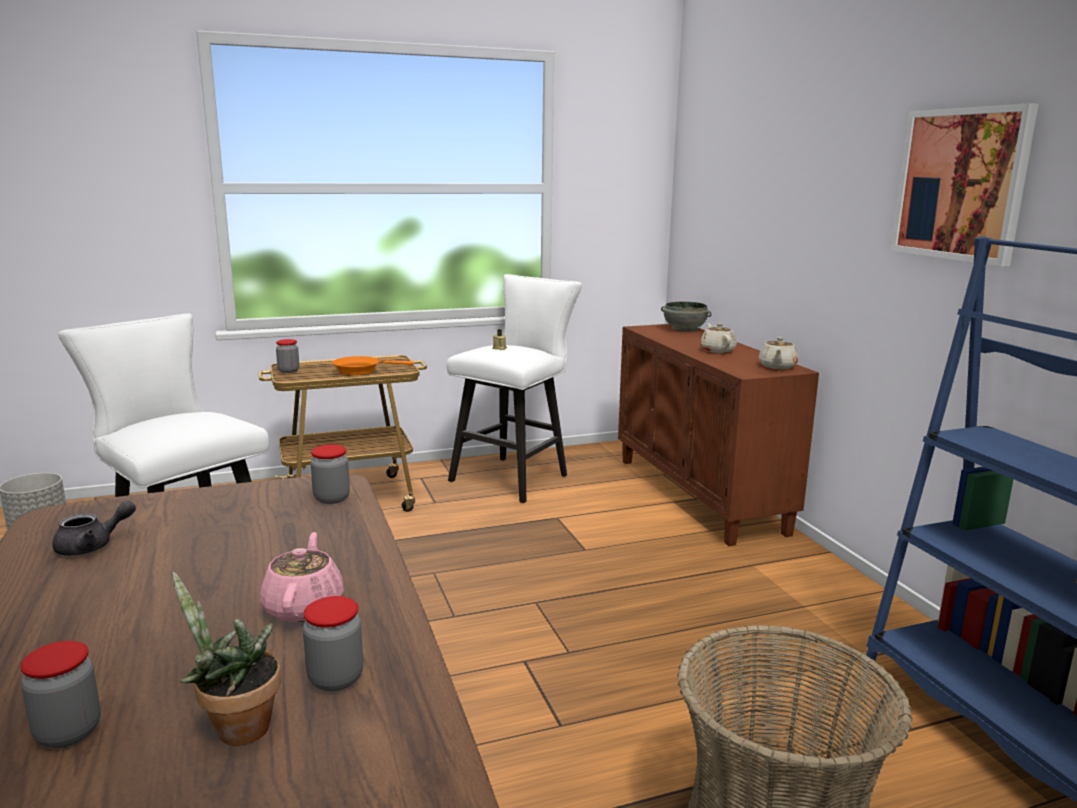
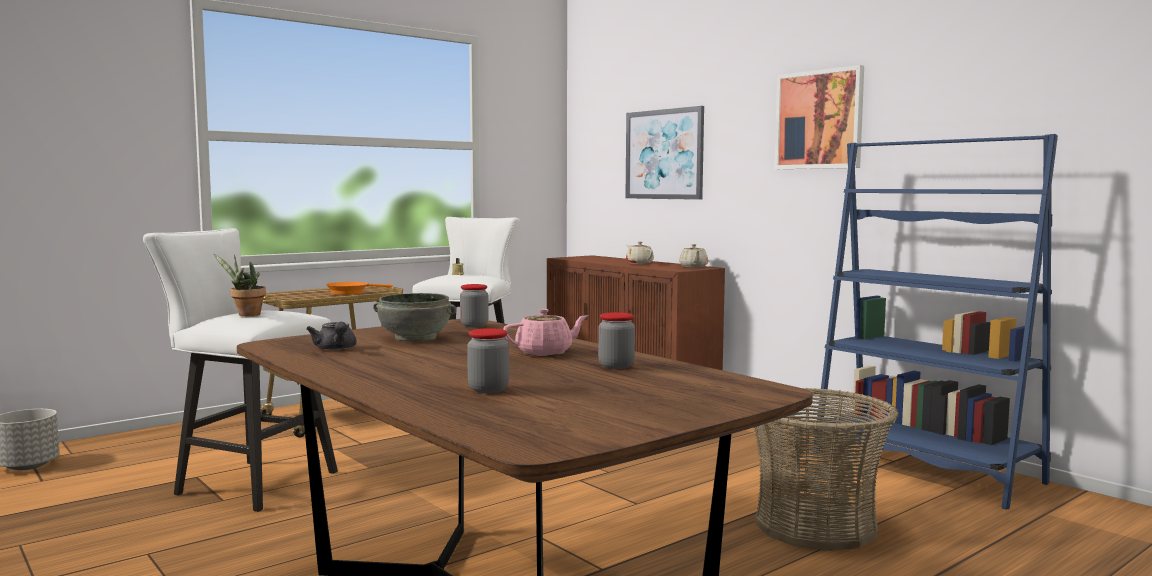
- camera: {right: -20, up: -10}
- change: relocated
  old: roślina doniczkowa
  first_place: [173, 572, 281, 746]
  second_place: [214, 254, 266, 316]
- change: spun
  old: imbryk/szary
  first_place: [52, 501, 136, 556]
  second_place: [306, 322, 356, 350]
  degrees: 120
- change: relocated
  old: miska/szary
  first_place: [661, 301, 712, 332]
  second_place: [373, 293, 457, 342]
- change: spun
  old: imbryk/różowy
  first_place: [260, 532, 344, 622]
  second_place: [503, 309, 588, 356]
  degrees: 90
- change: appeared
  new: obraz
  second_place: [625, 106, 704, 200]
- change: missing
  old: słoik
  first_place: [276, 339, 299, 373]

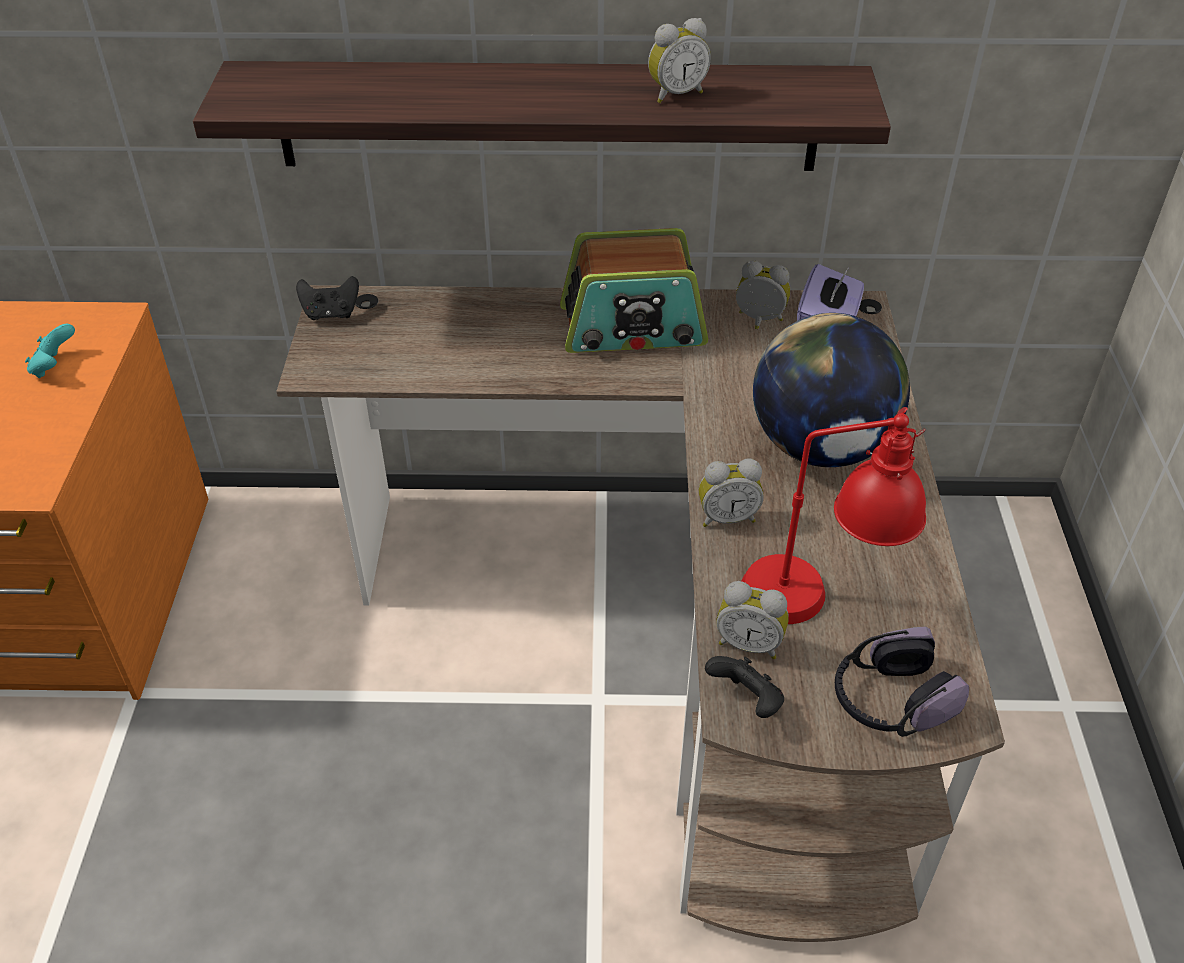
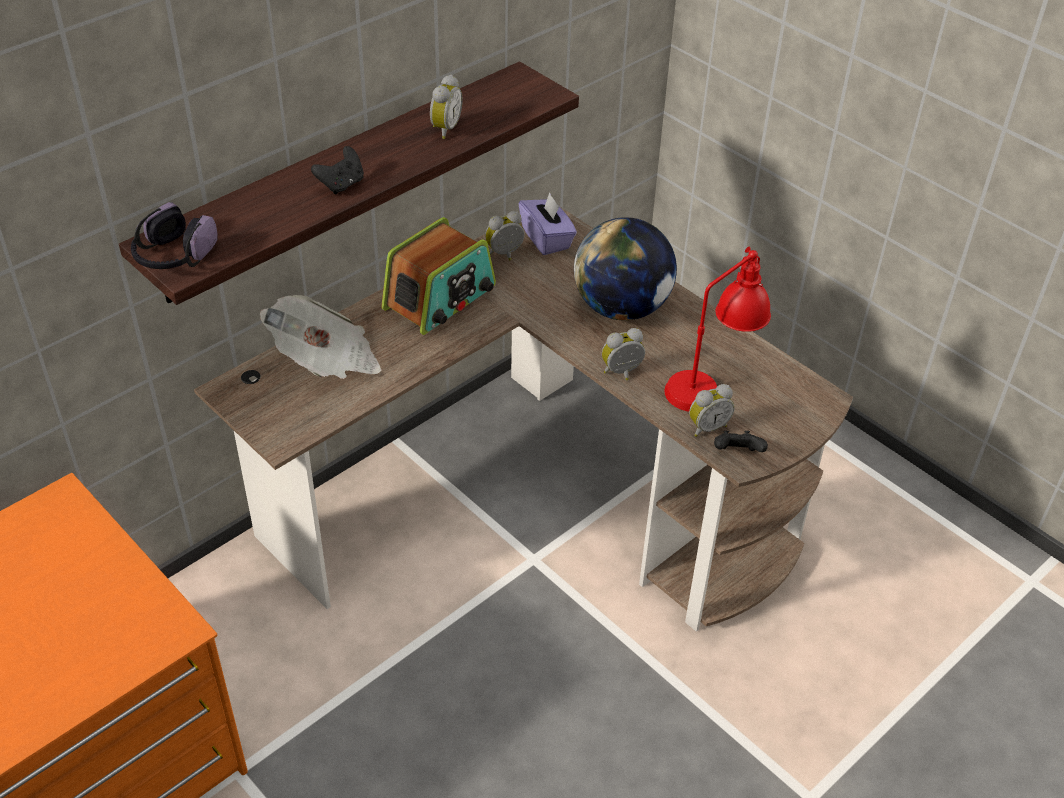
- camera: {right: -45, up: 0}
- change: relocated
  old: słuchawki
  first_place: [835, 626, 969, 737]
  second_place: [131, 202, 218, 269]
- change: appeared
  new: gazeta
  second_place: [260, 295, 382, 379]
- change: relocated
  old: pad do gier/czarny
  first_place: [296, 276, 359, 320]
  second_place: [311, 146, 364, 195]
- change: spun
  old: budzik
  first_place: [699, 458, 764, 527]
  second_place: [602, 328, 645, 381]
  degrees: -150
- change: missing
  old: pad do gier/turkusowy
  first_place: [25, 324, 75, 378]

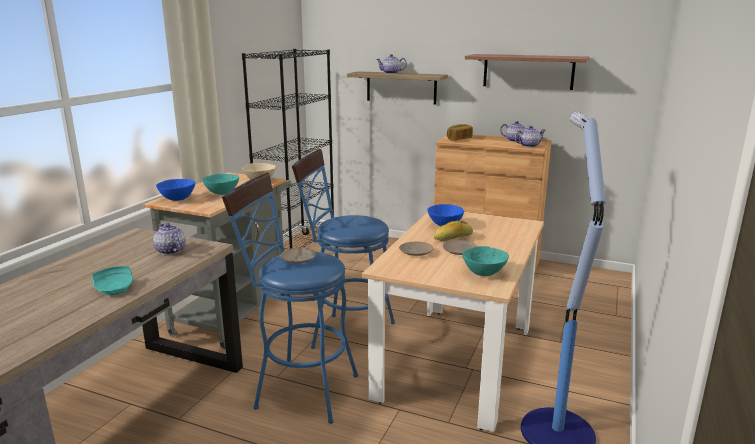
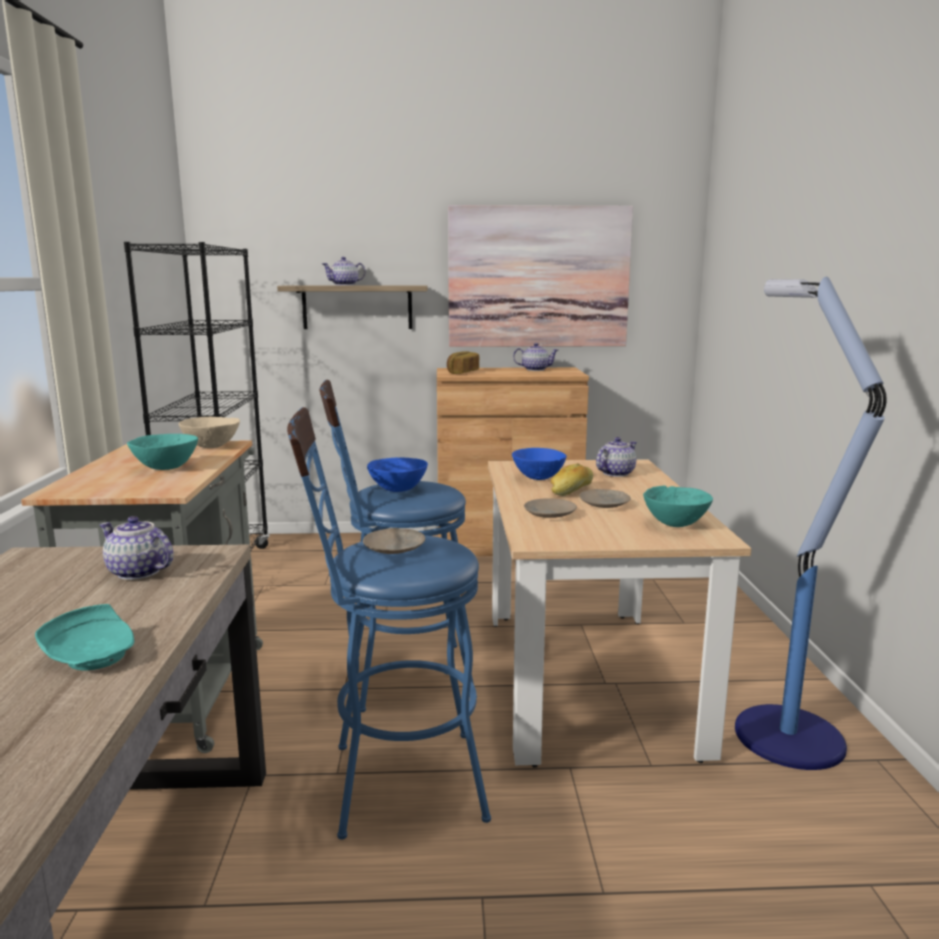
- camera: {right: -25, up: -5}
- change: relocated
  old: miska/niebieski
  first_place: [156, 179, 195, 201]
  second_place: [367, 458, 428, 492]
- change: exchanged
  old: półka
  new: obraz
  first_place: [465, 54, 589, 90]
  second_place: [448, 205, 633, 347]
- change: relocated
  old: imbryk
  first_place: [514, 126, 545, 147]
  second_place: [596, 437, 637, 477]

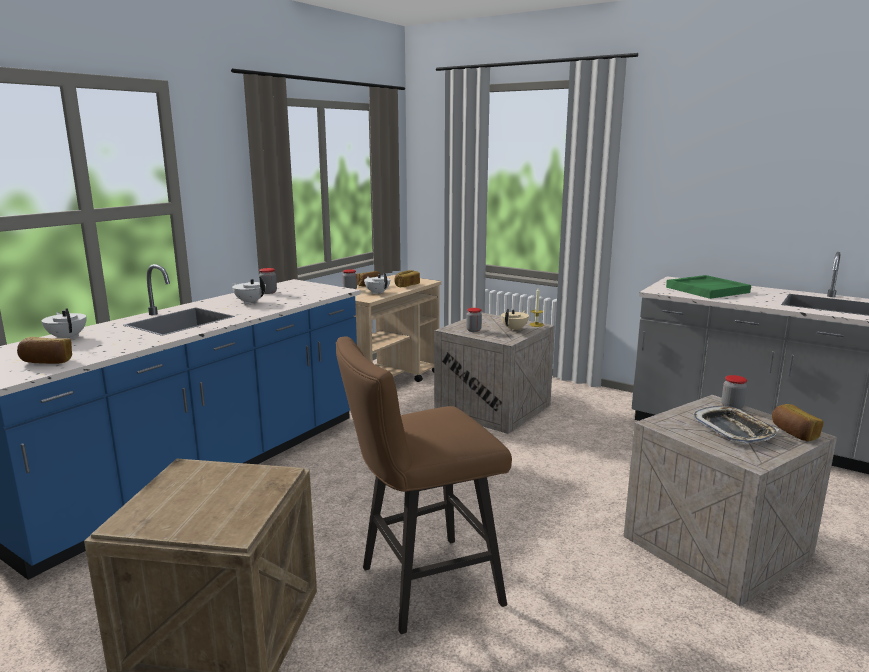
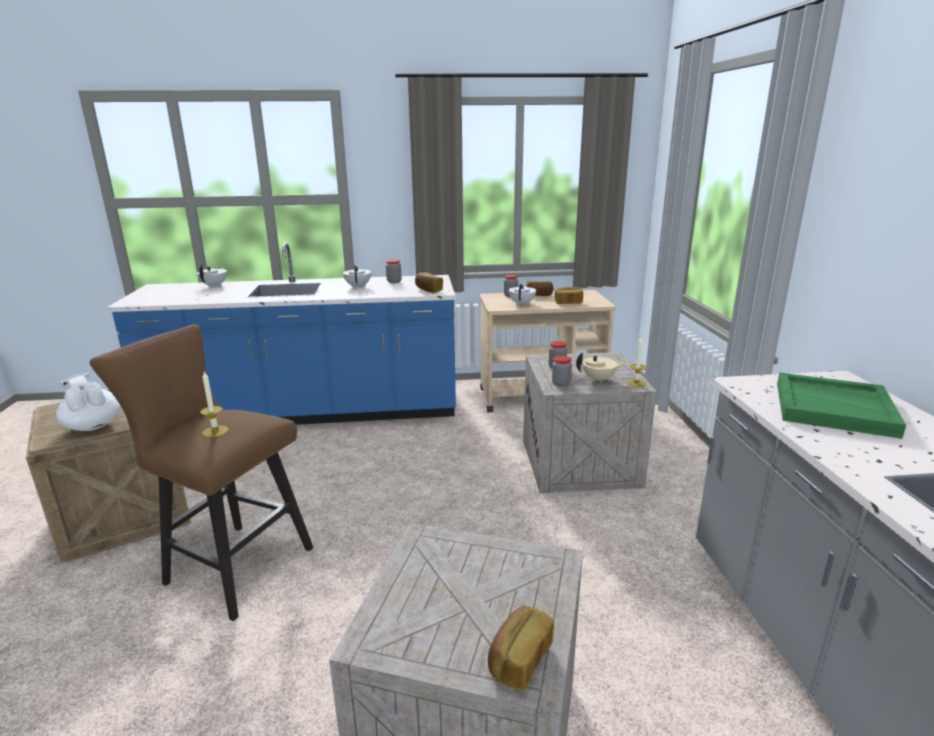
- camera: {right: 50, up: 5}
- change: appeared
  new: imbryk/biały
  second_place: [56, 372, 121, 431]
- change: appeared
  new: świeca
  second_place: [200, 372, 229, 438]
- change: relocated
  old: chleb
  first_place: [17, 337, 72, 364]
  second_place: [415, 272, 443, 293]
- change: relocated
  old: słoik
  first_place: [721, 375, 747, 409]
  second_place: [552, 356, 572, 387]
- change: missing
  old: taca
  first_place: [692, 406, 779, 444]

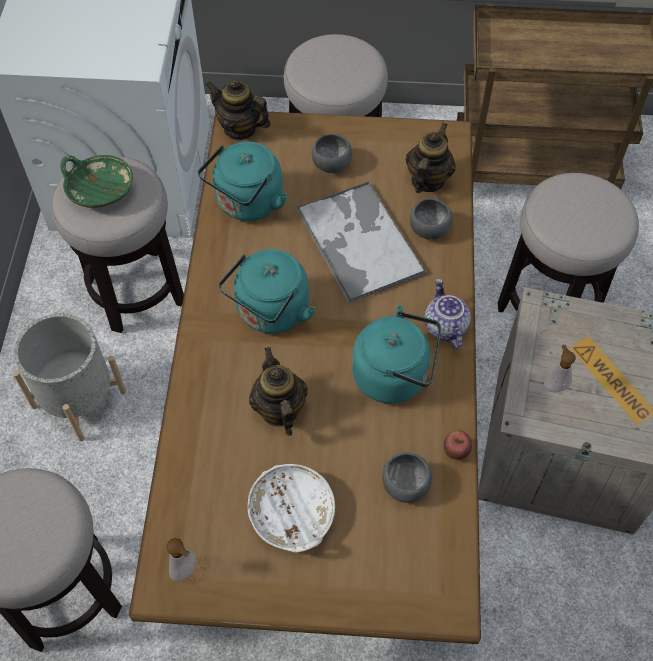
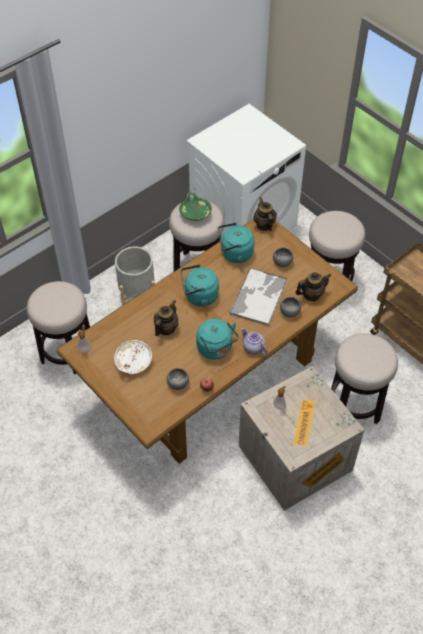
- camera: {right: 45, up: -5}
- change: spun
  old: imbryk
  first_place: [424, 278, 471, 349]
  second_place: [241, 328, 268, 355]
  degrees: -75

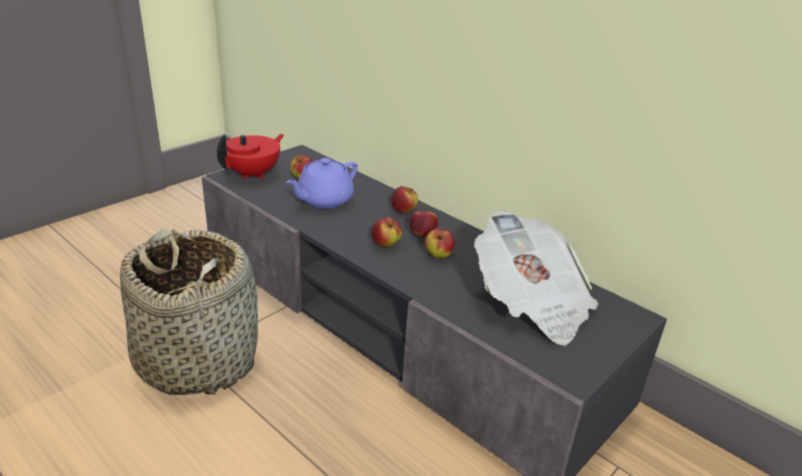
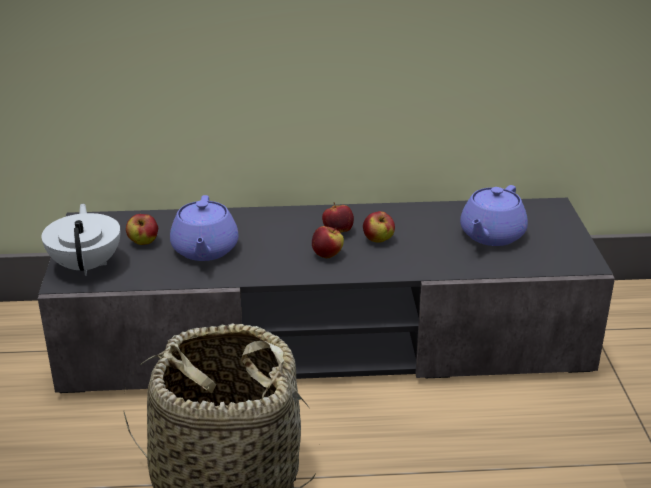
- camera: {right: -45, up: 0}
- change: colour
  old: imbryk/czerwony
  new: imbryk/biały
  first_place: [217, 134, 284, 179]
  second_place: [41, 204, 121, 276]
- change: exchanged
  old: gazeta
  new: imbryk/fioletowy
  first_place: [474, 211, 598, 346]
  second_place: [460, 185, 528, 246]
- change: missing
  old: jabłko
  first_place: [391, 186, 418, 213]

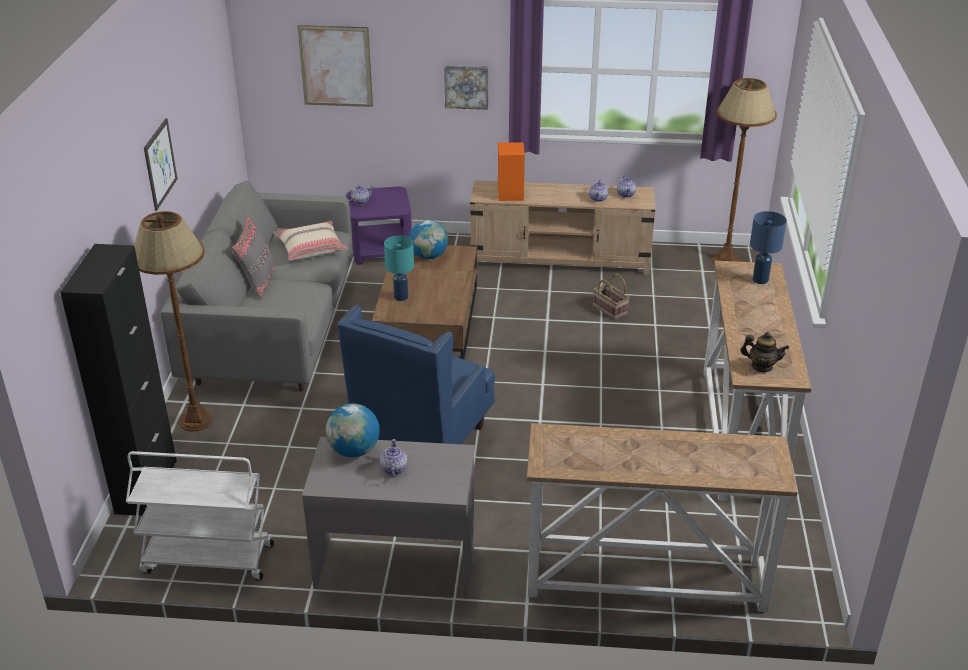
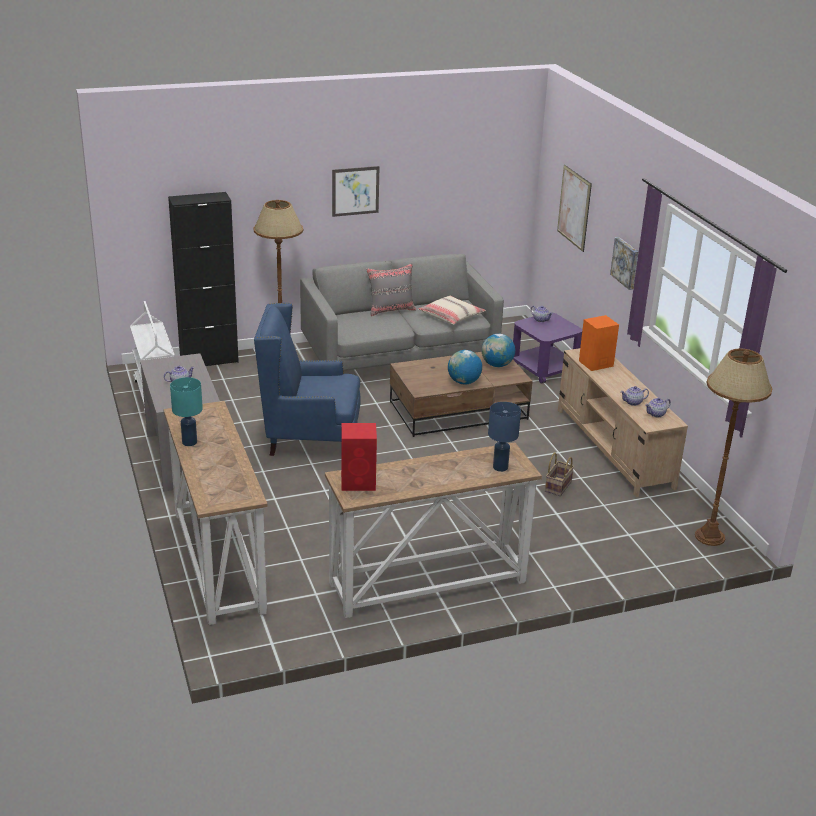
- camera: {right: 65, up: -5}
- change: relocated
  old: lampa stołowa/turkusowy
  first_place: [384, 236, 414, 301]
  second_place: [170, 377, 203, 446]
- change: exchanged
  old: imbryk
  new: głośnik/czerwony
  first_place: [740, 332, 789, 372]
  second_place: [341, 423, 377, 491]
- change: relocated
  old: globus
  first_place: [326, 404, 380, 457]
  second_place: [448, 350, 482, 384]

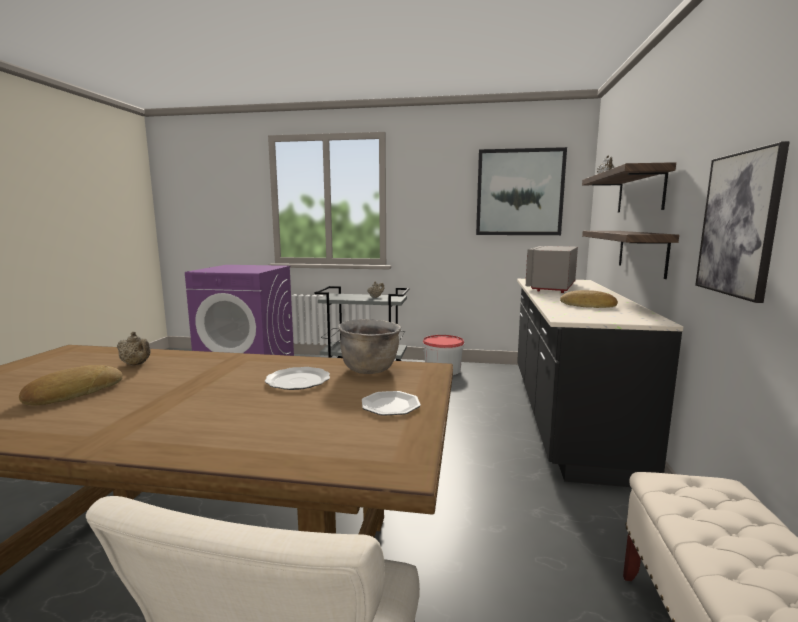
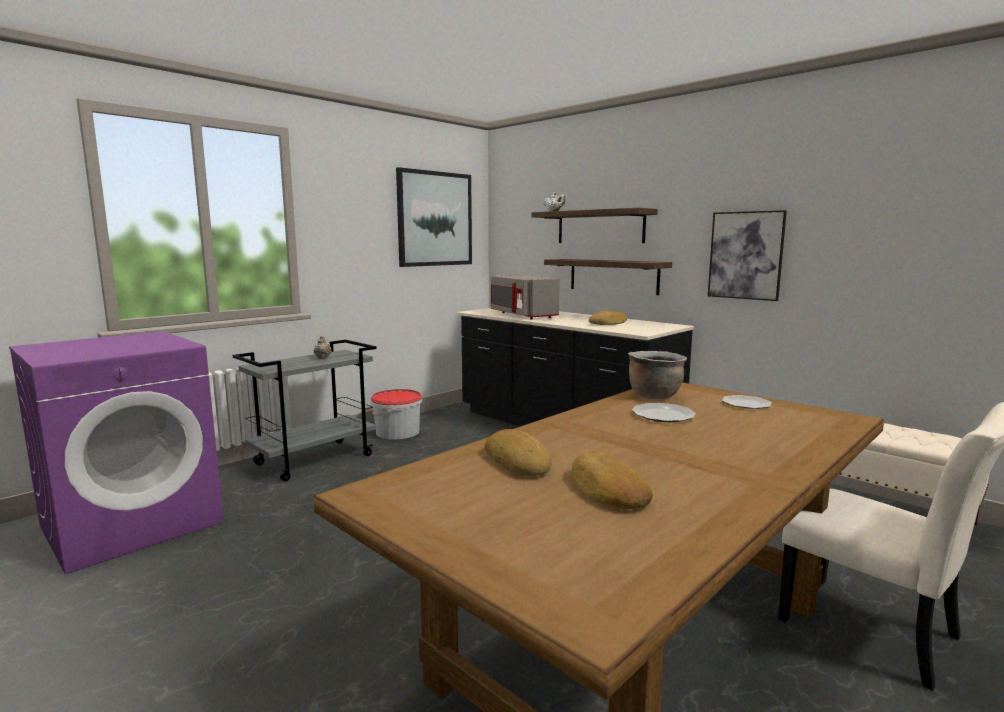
- camera: {right: -55, up: 0}
- change: exchanged
  old: imbryk/beżowy
  new: chleb
  first_place: [117, 332, 151, 366]
  second_place: [485, 429, 552, 476]

